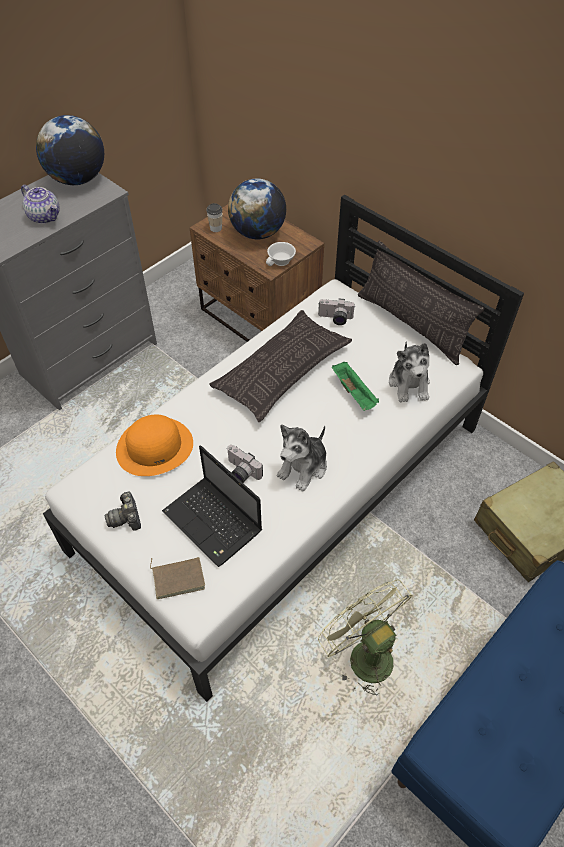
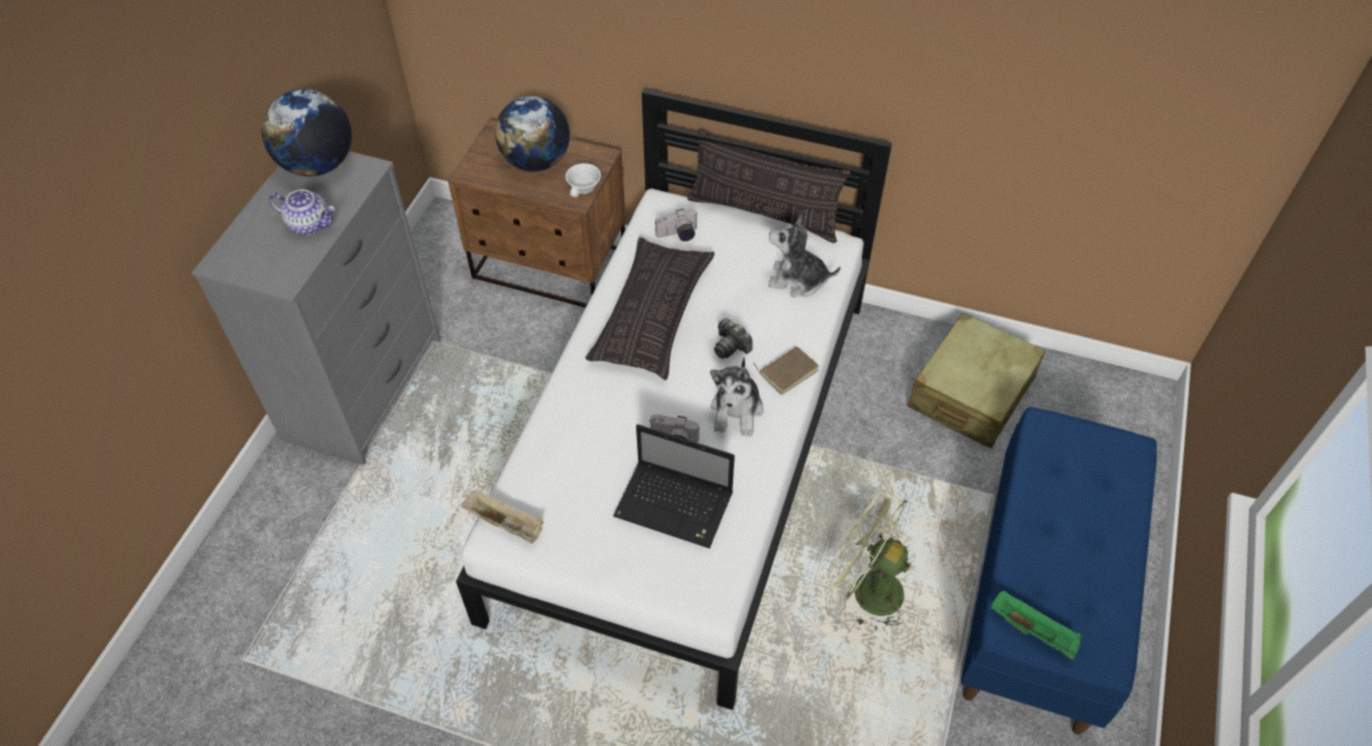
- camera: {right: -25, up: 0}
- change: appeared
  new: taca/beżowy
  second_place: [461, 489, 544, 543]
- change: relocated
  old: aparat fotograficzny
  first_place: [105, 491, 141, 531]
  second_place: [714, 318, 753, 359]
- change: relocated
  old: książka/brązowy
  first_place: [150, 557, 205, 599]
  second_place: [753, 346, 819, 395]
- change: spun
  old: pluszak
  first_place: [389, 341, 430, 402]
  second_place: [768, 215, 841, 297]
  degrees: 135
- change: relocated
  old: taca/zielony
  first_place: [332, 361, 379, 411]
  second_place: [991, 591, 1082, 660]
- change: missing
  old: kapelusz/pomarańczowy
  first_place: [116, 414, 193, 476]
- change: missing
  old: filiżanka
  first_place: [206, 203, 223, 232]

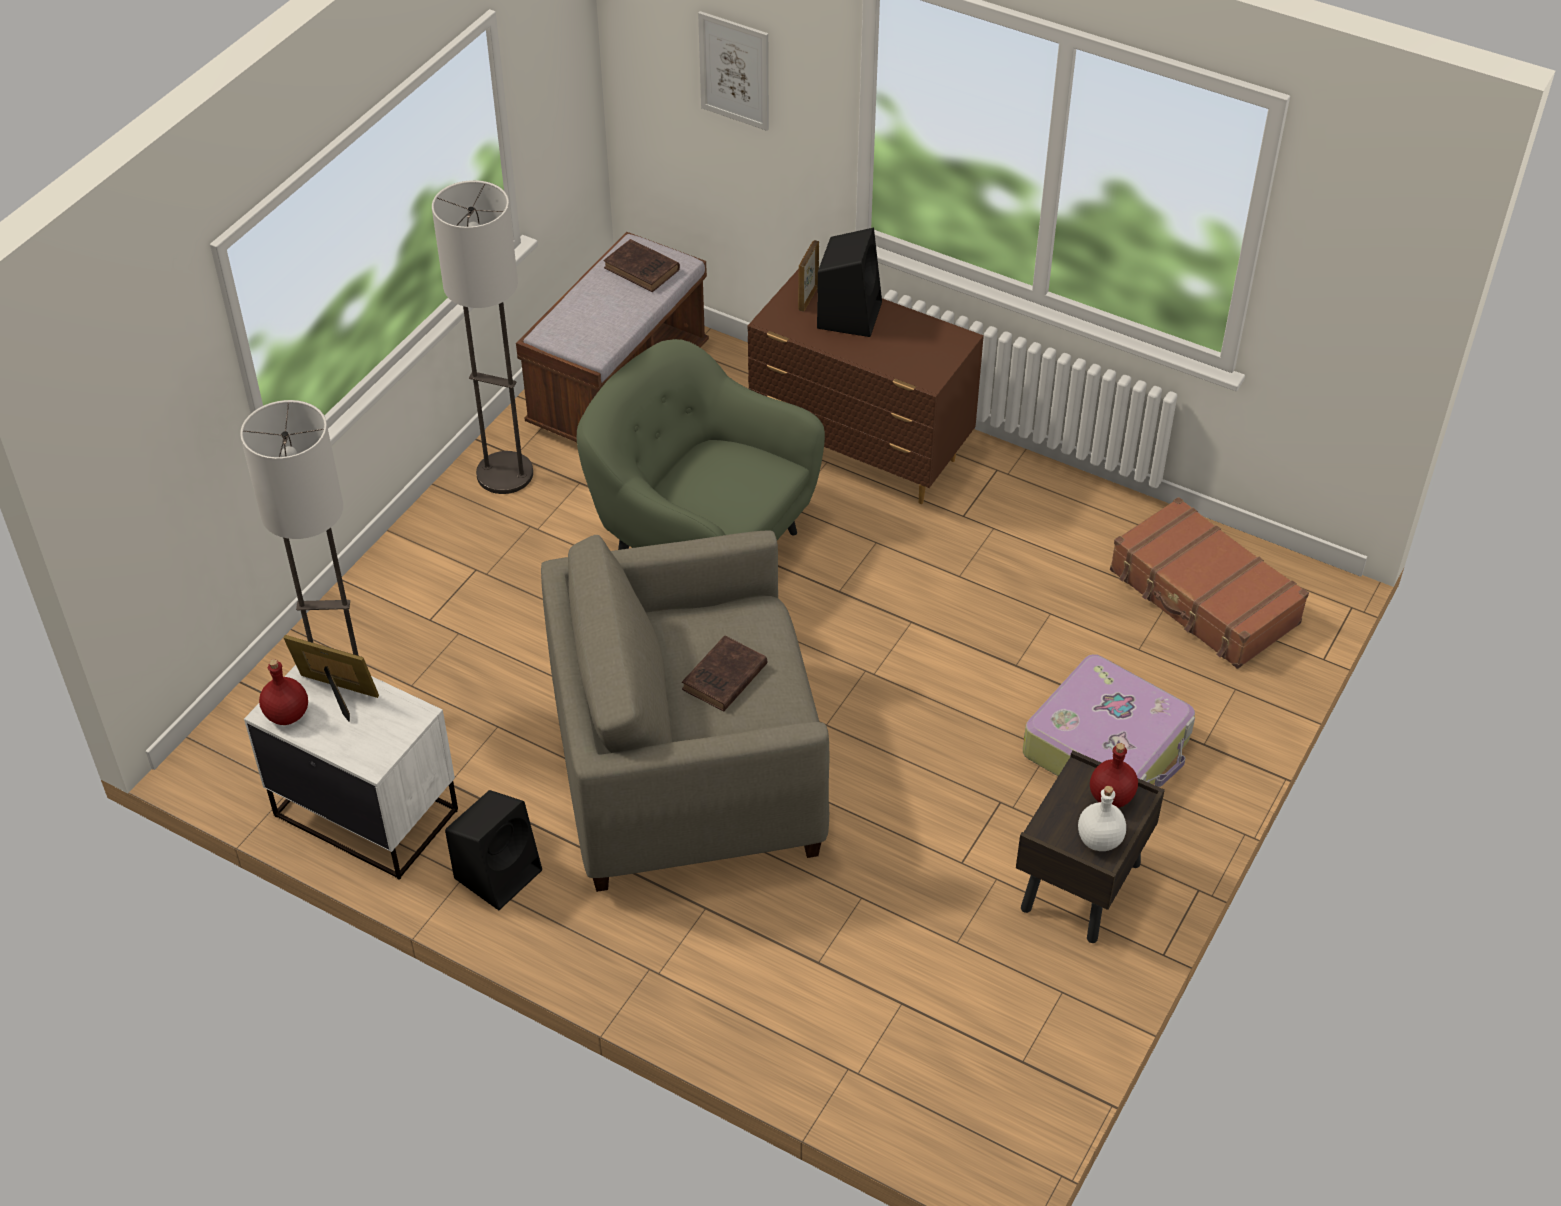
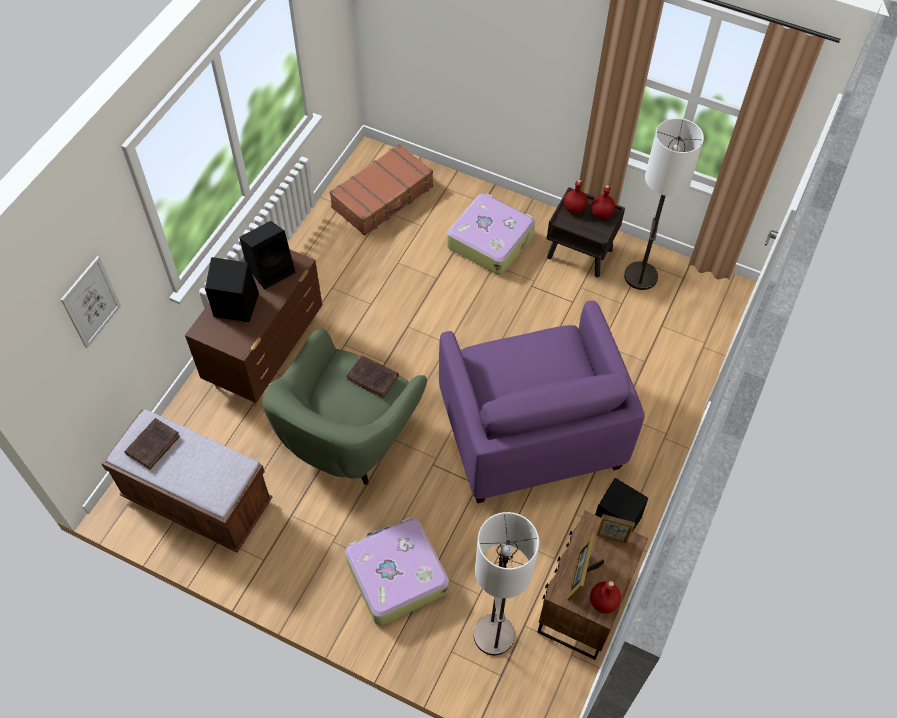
- camera: {right: -95, up: 10}
- change: appeared
  new: głośnik/czarny
  second_place: [240, 221, 295, 289]
- change: appeared
  new: walizka
  second_place: [345, 517, 449, 625]
- change: relocated
  old: książka/brązowy
  first_place: [682, 636, 767, 711]
  second_place: [347, 355, 399, 398]
- change: colour
  old: fotel/beżowy
  new: fotel/fioletowy
  first_place: [541, 531, 829, 892]
  second_place: [439, 300, 645, 503]
- change: colour
  old: szafka nocna/biały
  new: szafka nocna/brązowy
  first_place: [244, 665, 458, 880]
  second_place: [537, 511, 648, 660]
- change: colour
  old: butelka/biały
  new: butelka/czerwony
  first_place: [1078, 786, 1126, 851]
  second_place: [591, 185, 615, 219]
- change: relocated
  old: ramka na zdjęcie
  first_place: [798, 240, 819, 311]
  second_place: [596, 514, 635, 543]
- change: relocated
  old: lampa stojąca
  first_place: [432, 180, 533, 494]
  second_place: [624, 118, 704, 290]

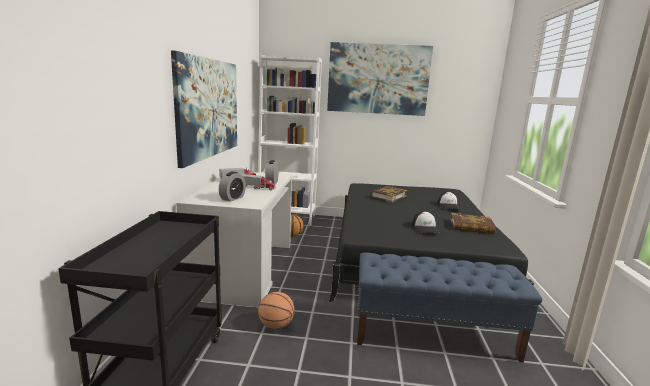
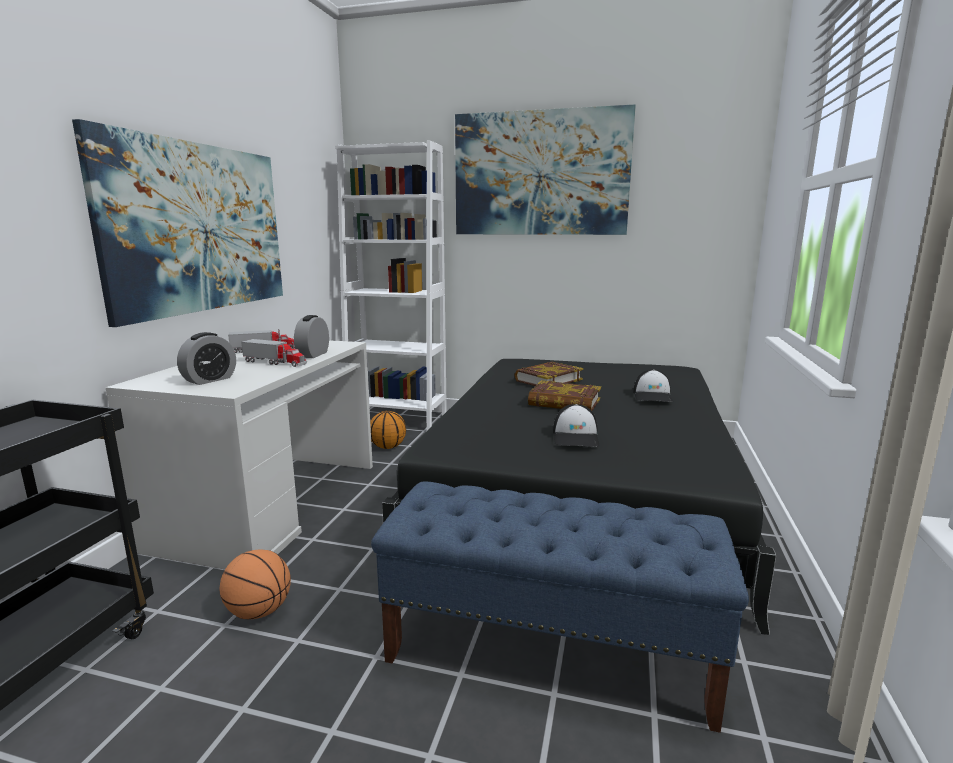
- camera: {right: 10, up: 0}
- change: relocated
  old: książka
  first_place: [450, 213, 496, 234]
  second_place: [528, 380, 601, 411]

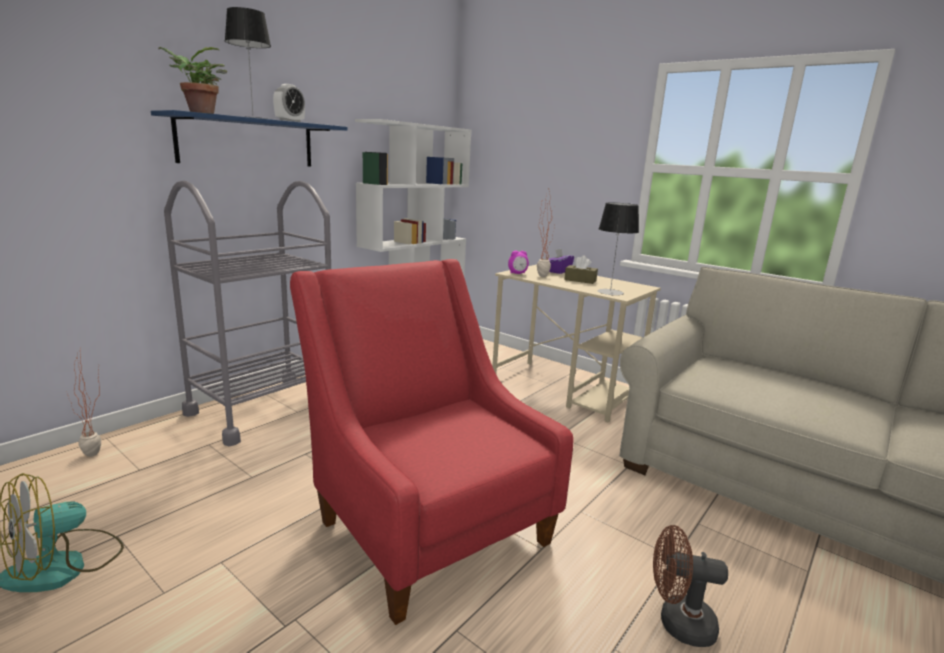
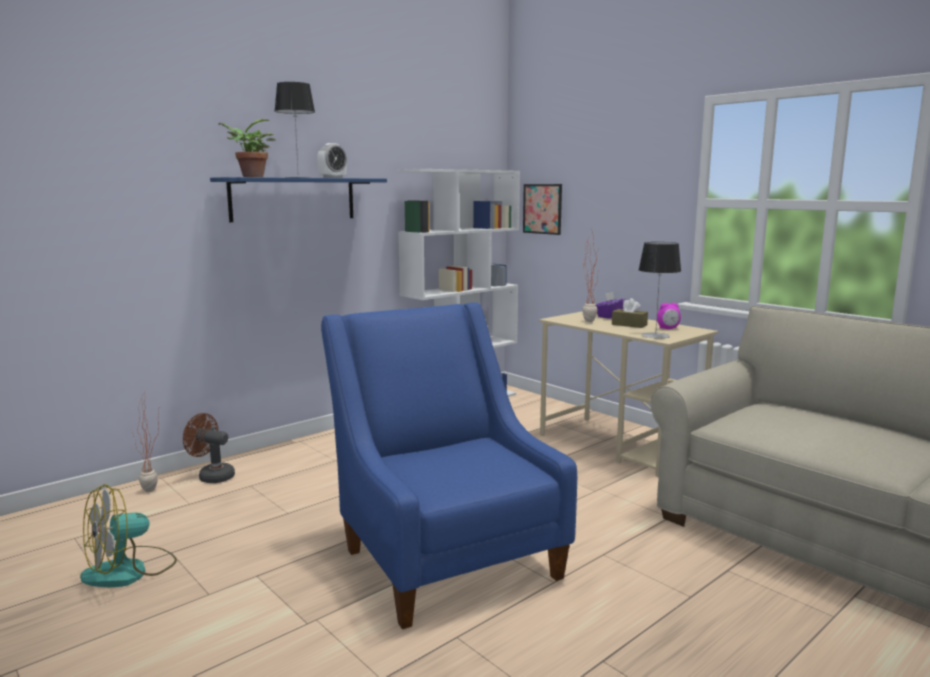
- camera: {right: 10, up: -5}
- change: relocated
  old: wentylator/brązowy
  first_place: [653, 525, 728, 647]
  second_place: [183, 413, 235, 483]
- change: colour
  old: fotel/czerwony
  new: fotel/niebieski
  first_place: [290, 259, 573, 625]
  second_place: [321, 302, 577, 629]
- change: appeared
  new: obraz
  second_place: [523, 184, 562, 235]
- change: relocated
  old: budzik
  first_place: [508, 251, 529, 274]
  second_place: [657, 303, 681, 329]
- change: missing
  old: wózek/szary
  first_place: [164, 181, 331, 446]

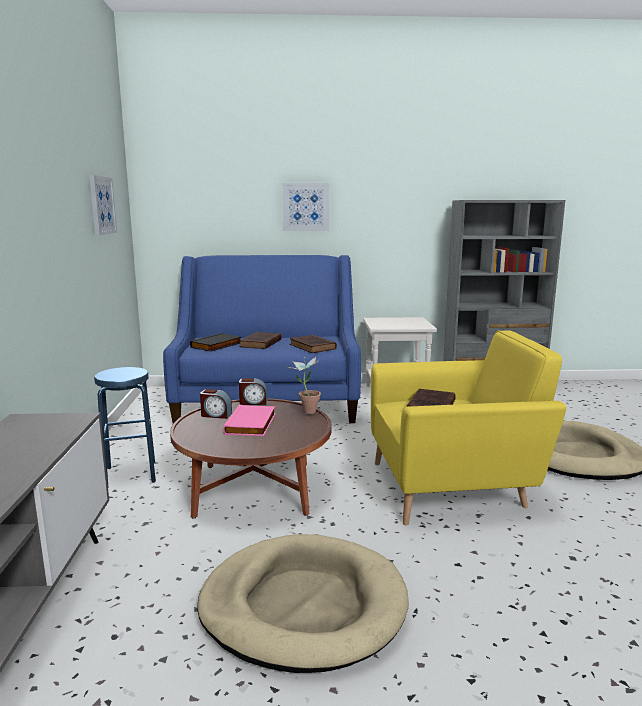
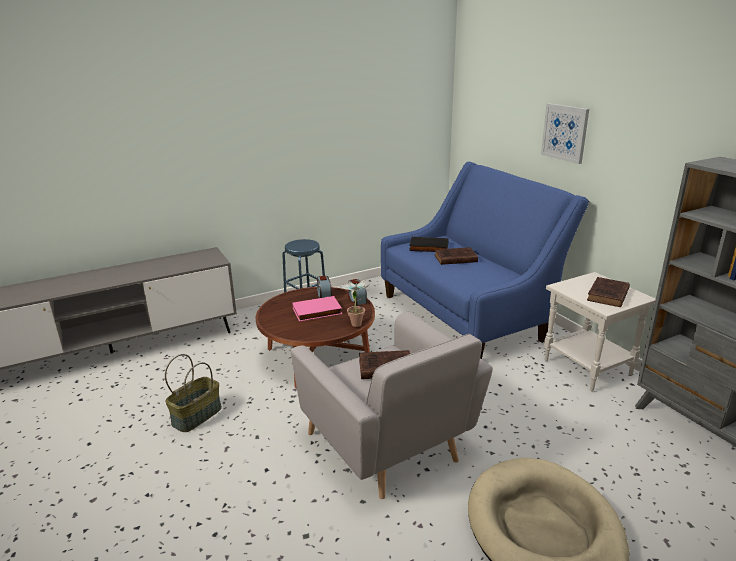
- camera: {right: 65, up: 10}
- change: exchanged
  old: legowisko/beżowy
  new: koszyk
  first_place: [197, 534, 409, 673]
  second_place: [165, 354, 222, 432]
- change: colour
  old: fotel/żółty
  new: fotel/szary
  first_place: [371, 330, 566, 525]
  second_place: [290, 312, 493, 499]
- change: relocated
  old: książka/brązowy
  first_place: [290, 335, 337, 353]
  second_place: [587, 277, 630, 307]
- change: missing
  old: obraz
  first_place: [89, 175, 117, 235]

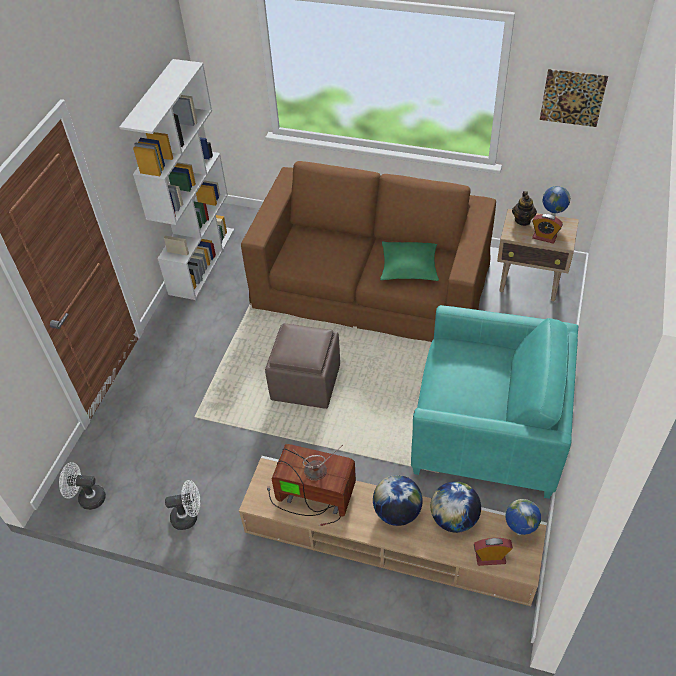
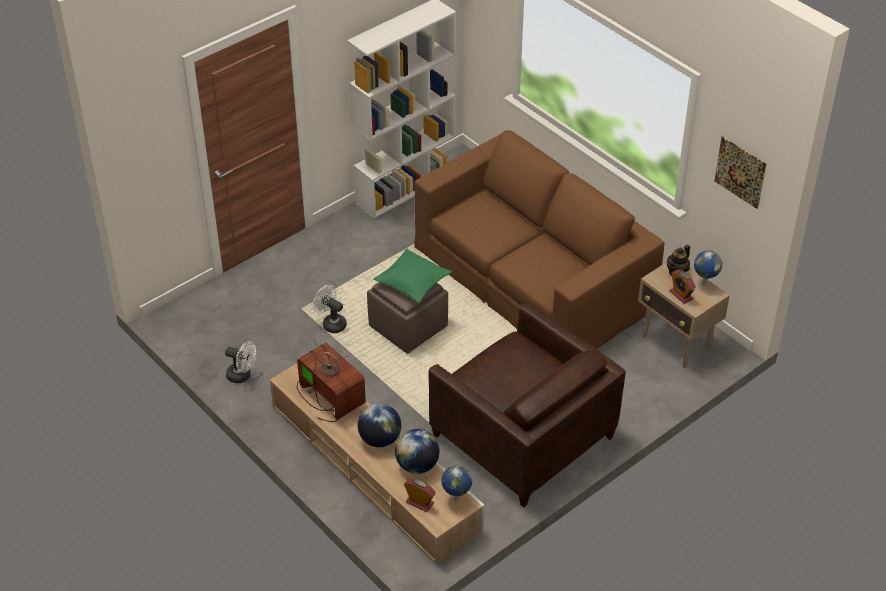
- camera: {right: 30, up: -5}
- change: relocated
  old: wentylator/biały
  first_place: [59, 462, 106, 510]
  second_place: [313, 285, 347, 333]
- change: relocated
  old: poduszka/zielony
  first_place: [380, 241, 439, 281]
  second_place: [373, 249, 452, 303]
- change: colour
  old: fotel/turkusowy
  new: fotel/brązowy
  first_place: [411, 305, 578, 499]
  second_place: [429, 302, 626, 507]

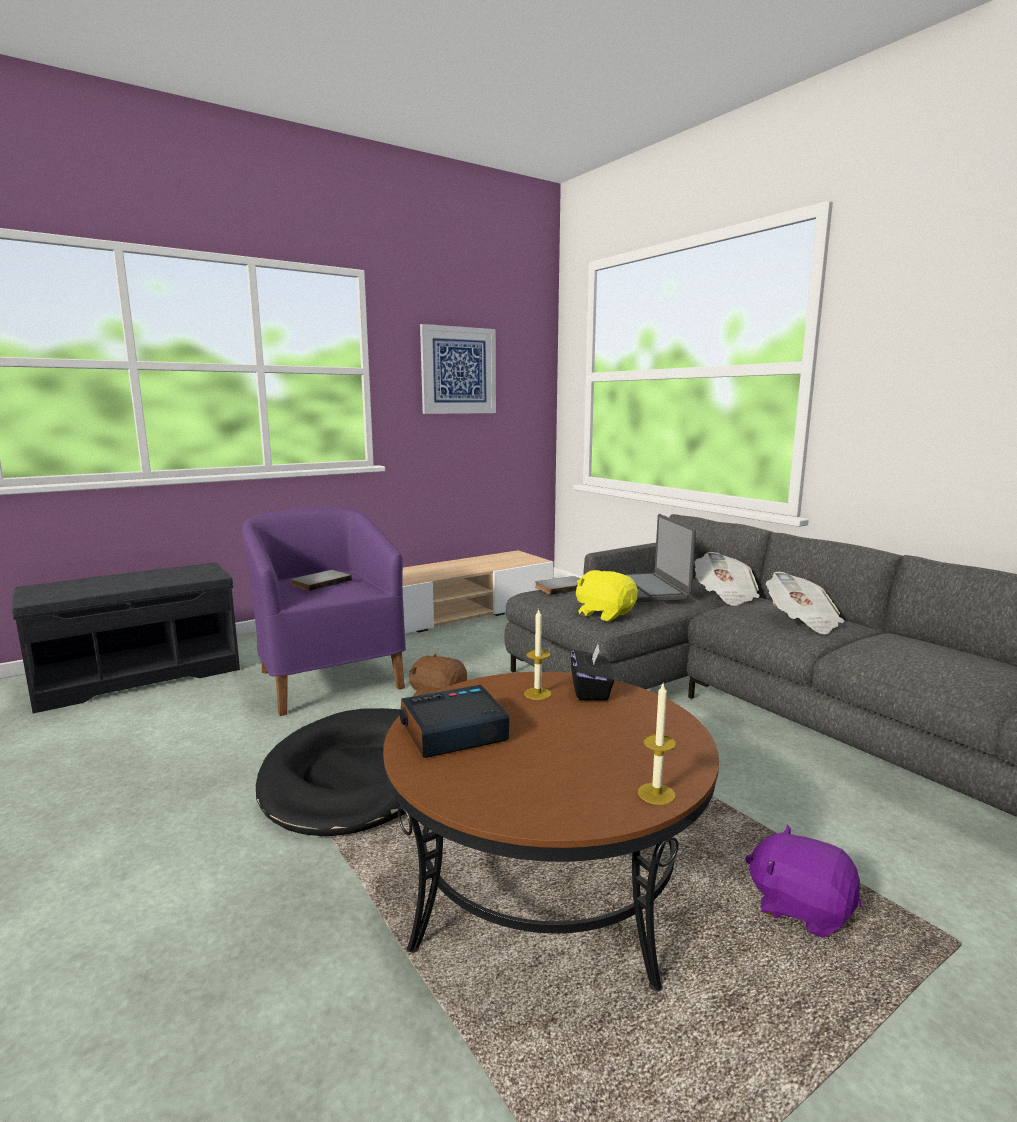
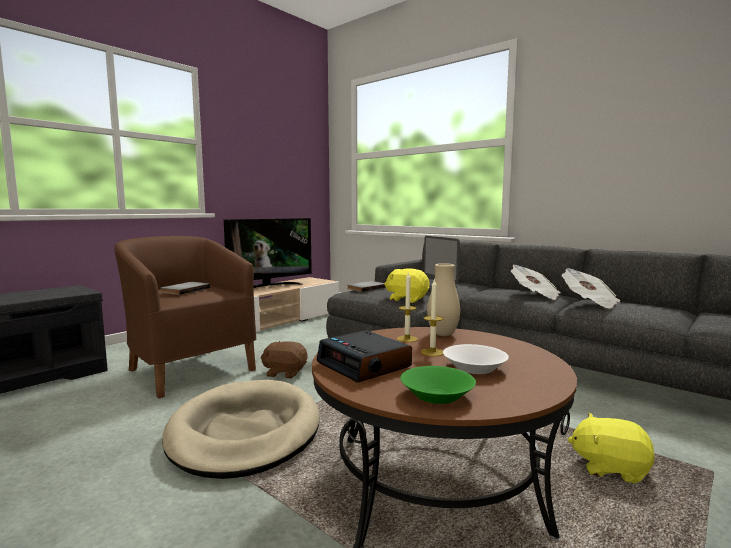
- camera: {right: -15, up: -5}
- change: colour
  old: fotel/fioletowy
  new: fotel/brązowy
  first_place: [242, 508, 406, 716]
  second_place: [114, 236, 256, 399]
- change: colour
  old: legowisko/czarny
  new: legowisko/beżowy
  first_place: [256, 708, 406, 836]
  second_place: [162, 380, 320, 479]
- change: appeared
  new: telewizor
  second_place: [224, 218, 312, 288]
- change: spun
  old: budzik
  first_place: [400, 685, 509, 758]
  second_place: [316, 330, 412, 383]
  degrees: -90
- change: appeared
  new: miska/zielony
  second_place: [400, 366, 476, 404]
- change: relocated
  old: świeca
  first_place: [638, 684, 676, 805]
  second_place: [421, 278, 444, 356]
- change: exchanged
  old: pudełko chusteczek/czarny
  new: wazon/beżowy
  first_place: [571, 644, 614, 701]
  second_place: [427, 263, 460, 336]
- change: appeared
  new: miska/biały
  second_place: [443, 344, 509, 374]
- change: relocated
  old: gazeta
  first_place: [695, 552, 760, 606]
  second_place: [562, 269, 620, 309]
- change: colour
  old: pluszak/fioletowy
  new: pluszak/żółty
  first_place: [745, 825, 861, 938]
  second_place: [568, 413, 654, 483]
- change: missing
  old: obraz
  first_place: [420, 324, 496, 414]

